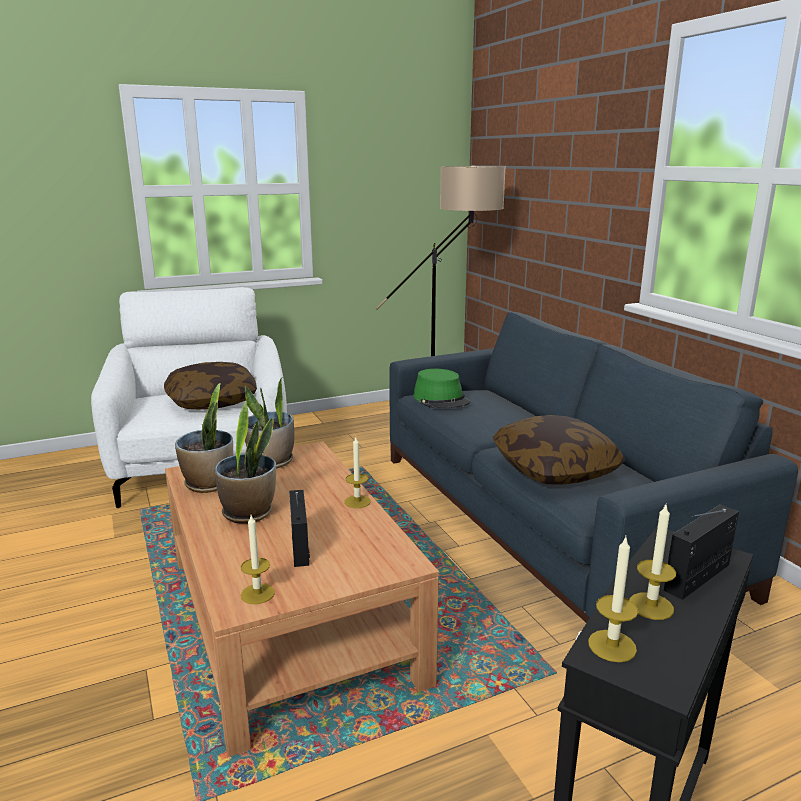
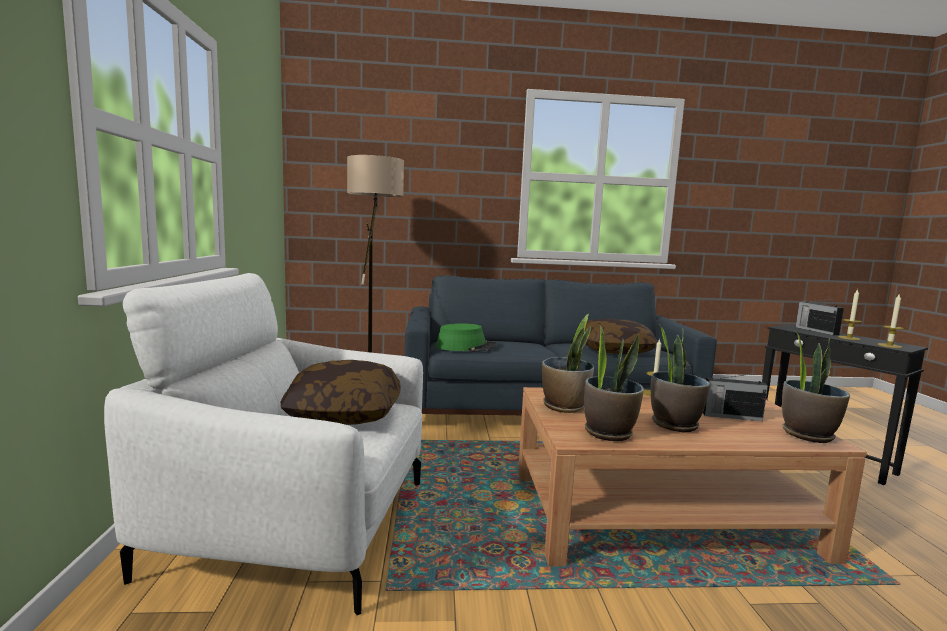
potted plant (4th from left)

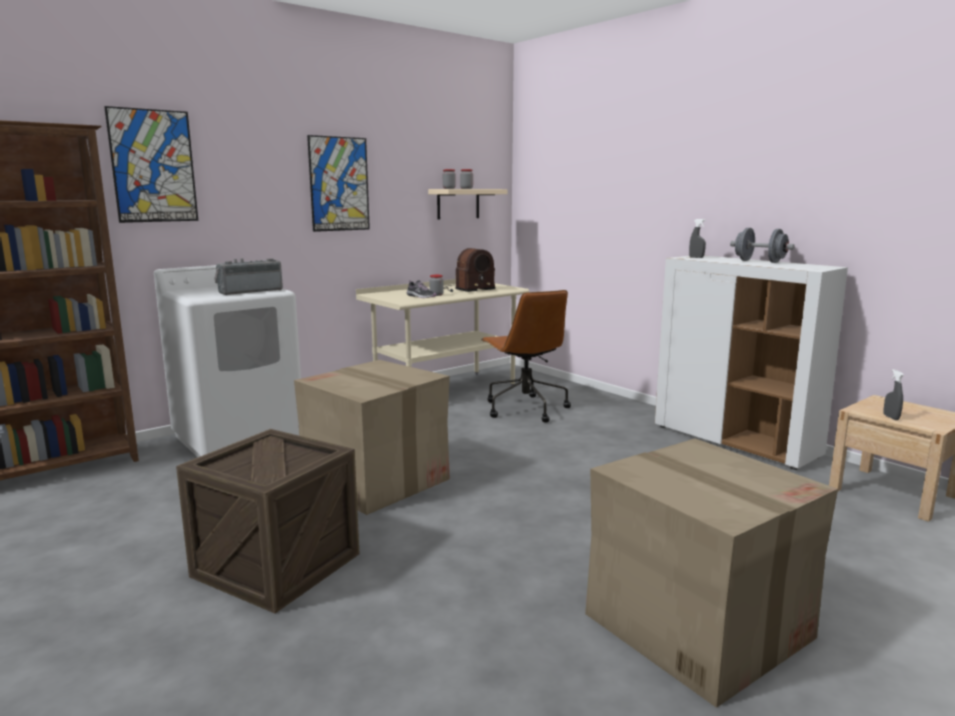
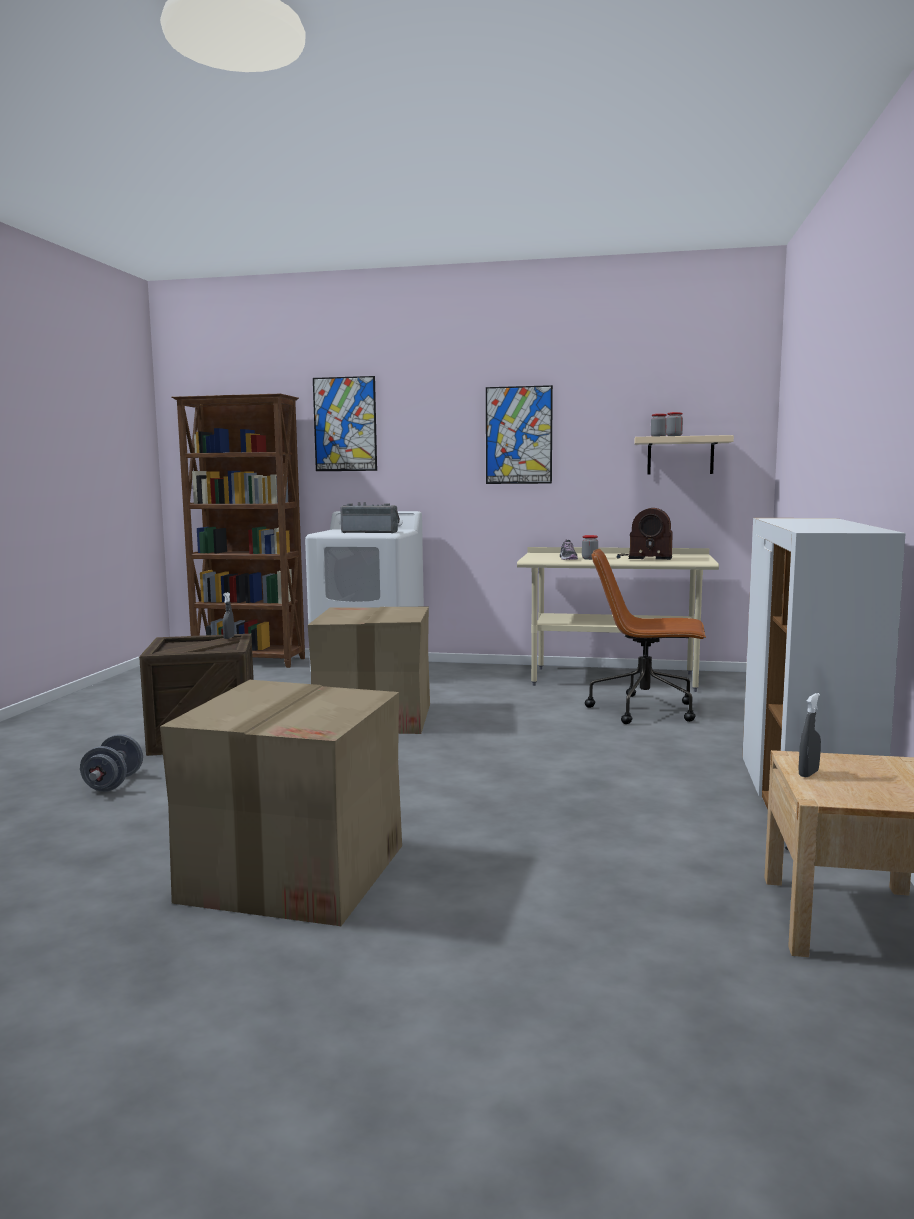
dumbbell in grey
spray bottle in grey (1st from left)
office chair in brown

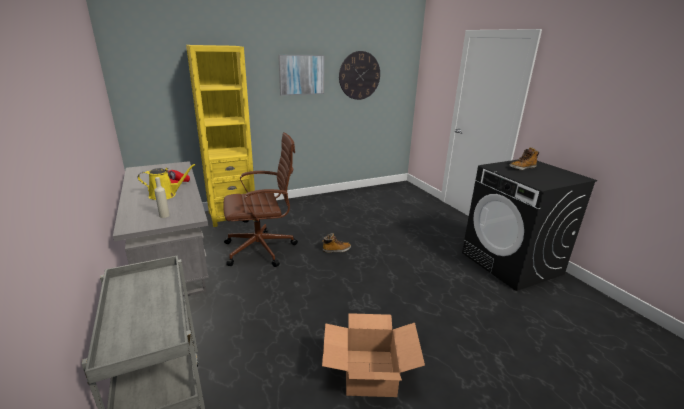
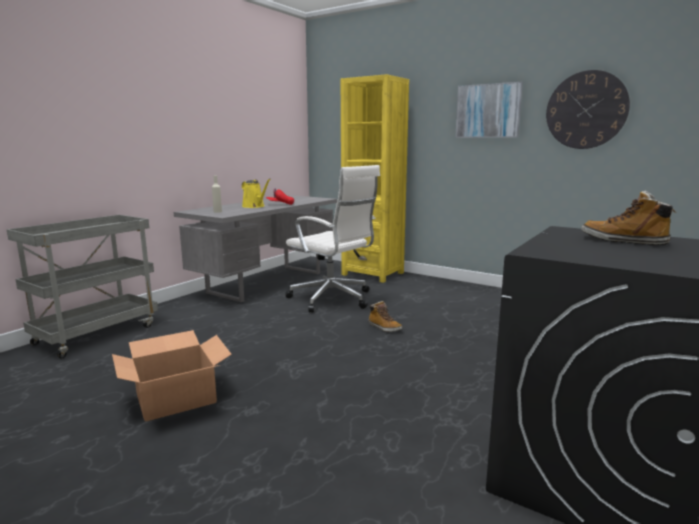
office chair in white

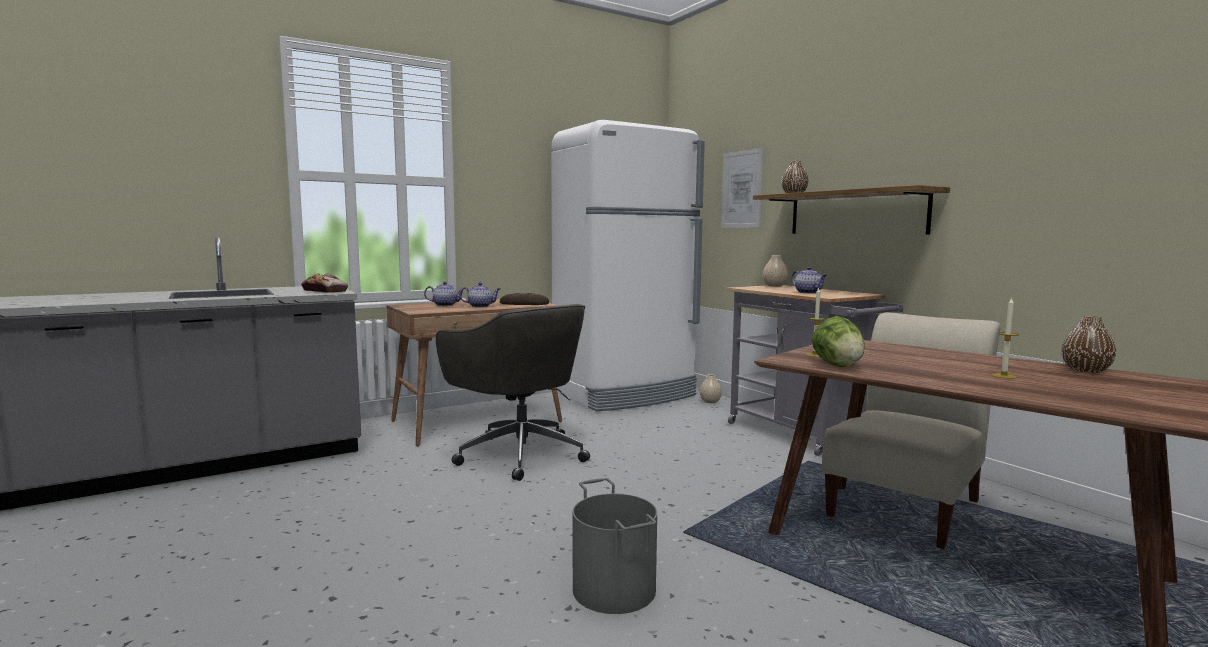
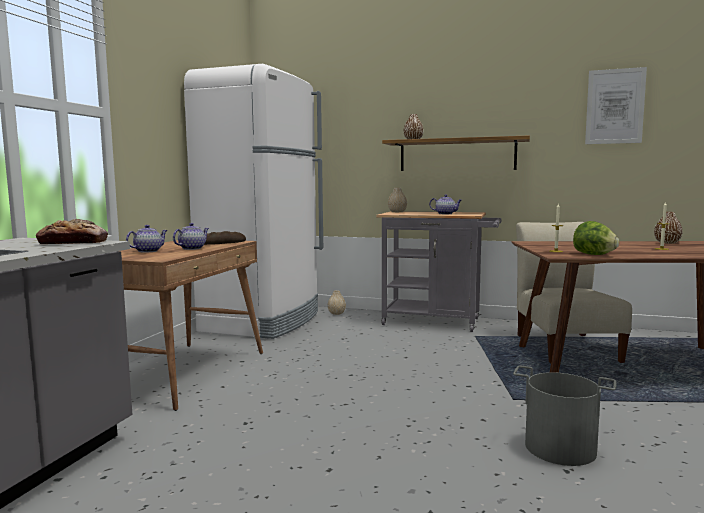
picture
office chair in grey

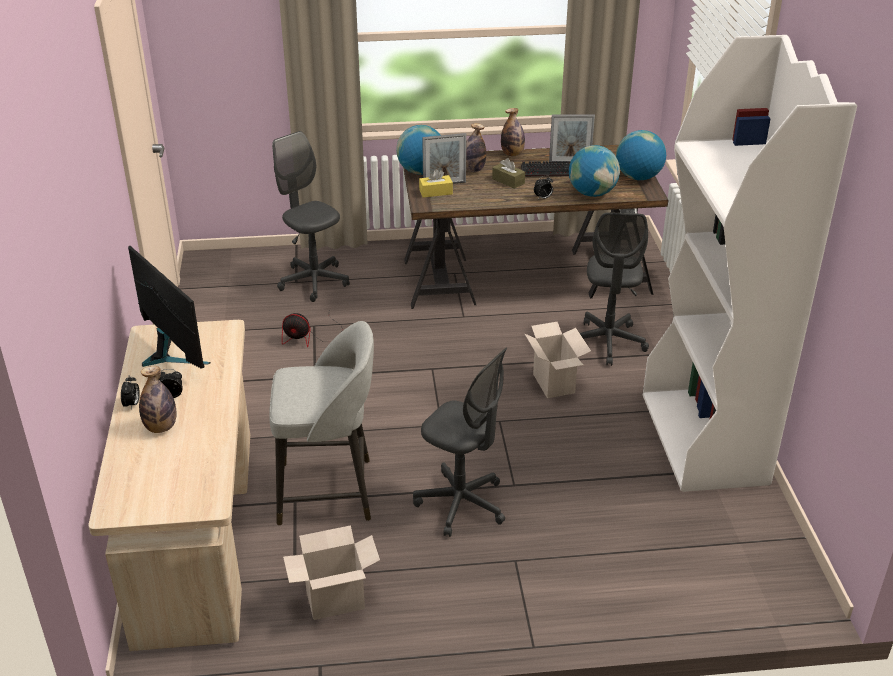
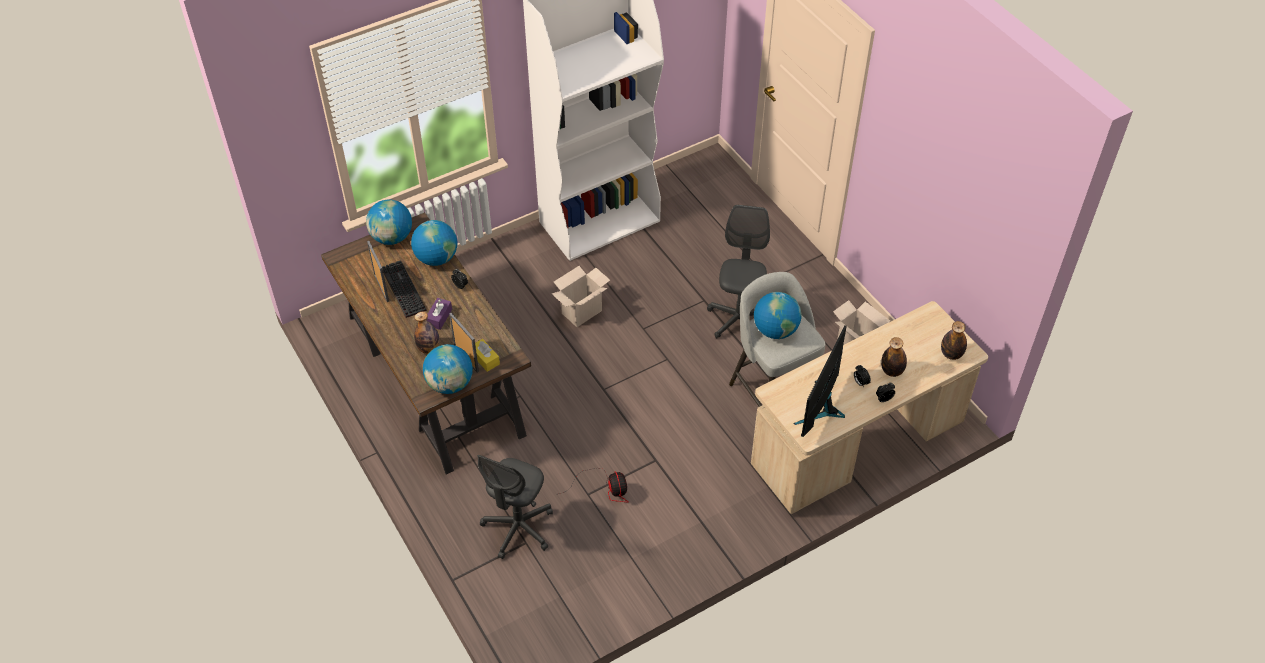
tissue box in purple
globe (4th from left)
bottle (3rd from left)
office chair in grey (3rd from left in the first image)

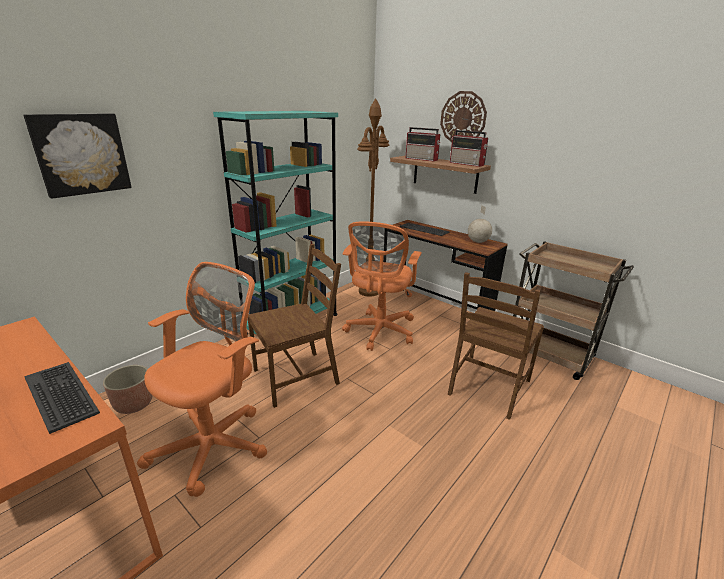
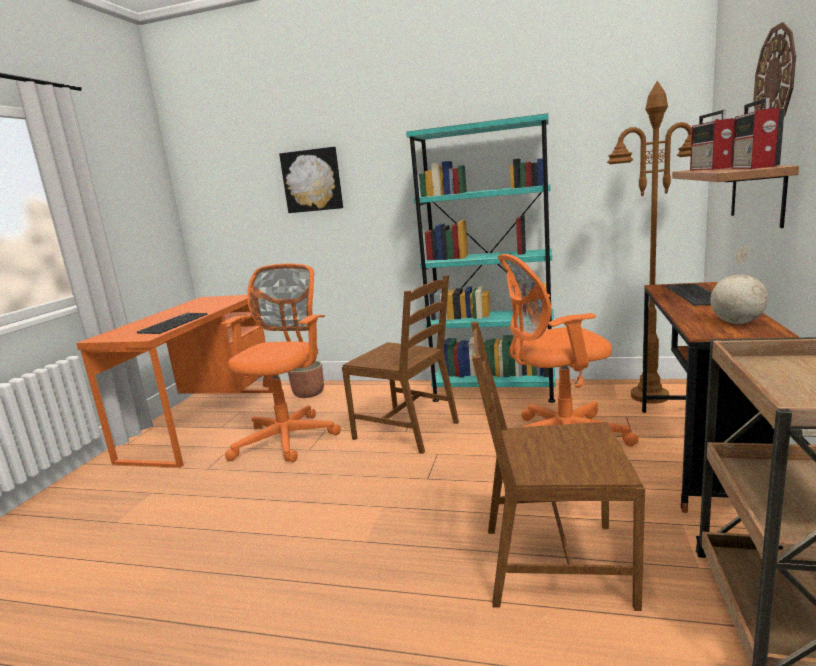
office chair in orange (1st from left)

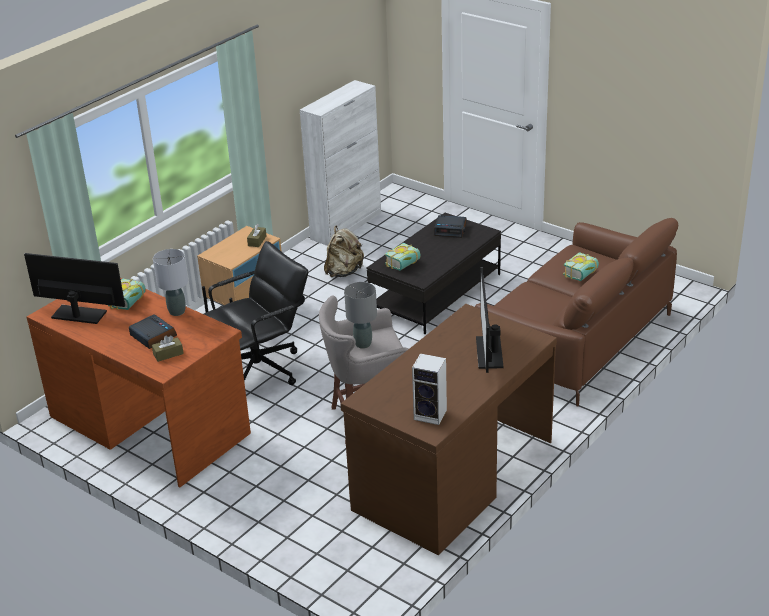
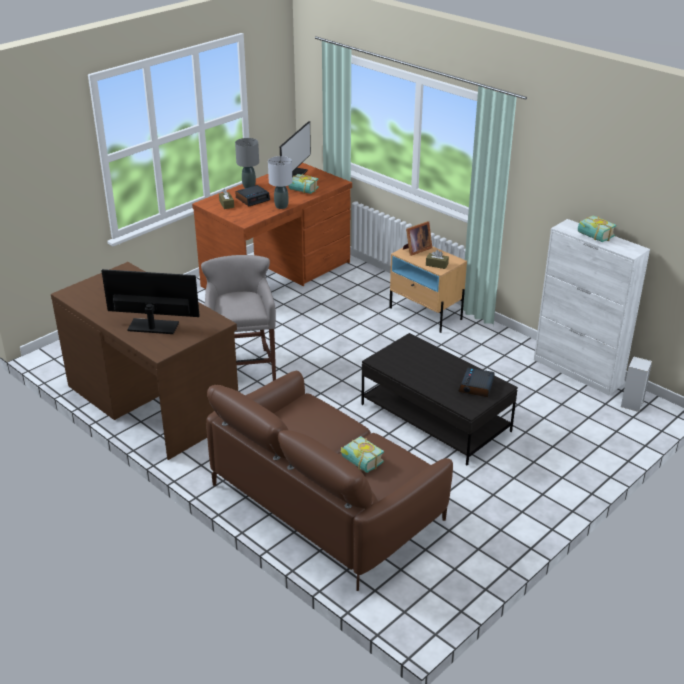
table lamp in grey (1st from left)
picture frame
book (3rd from left)
speaker
office chair in black
backpack in beige

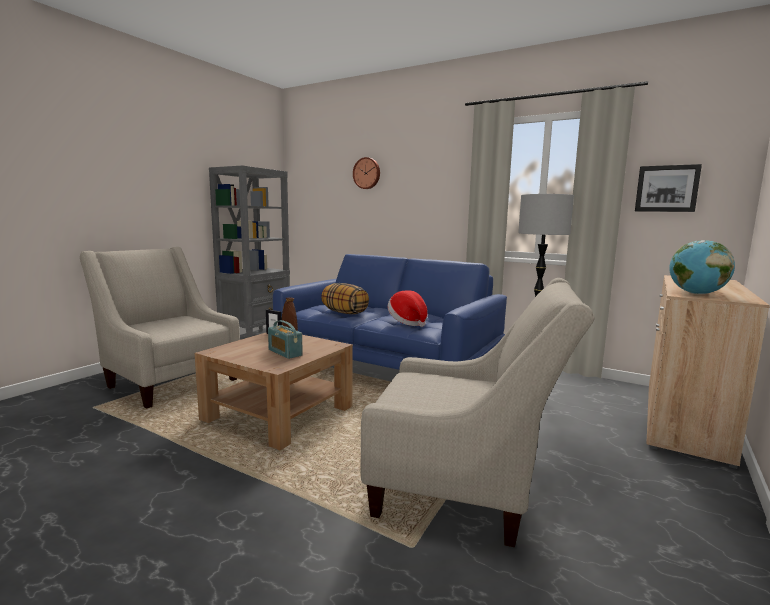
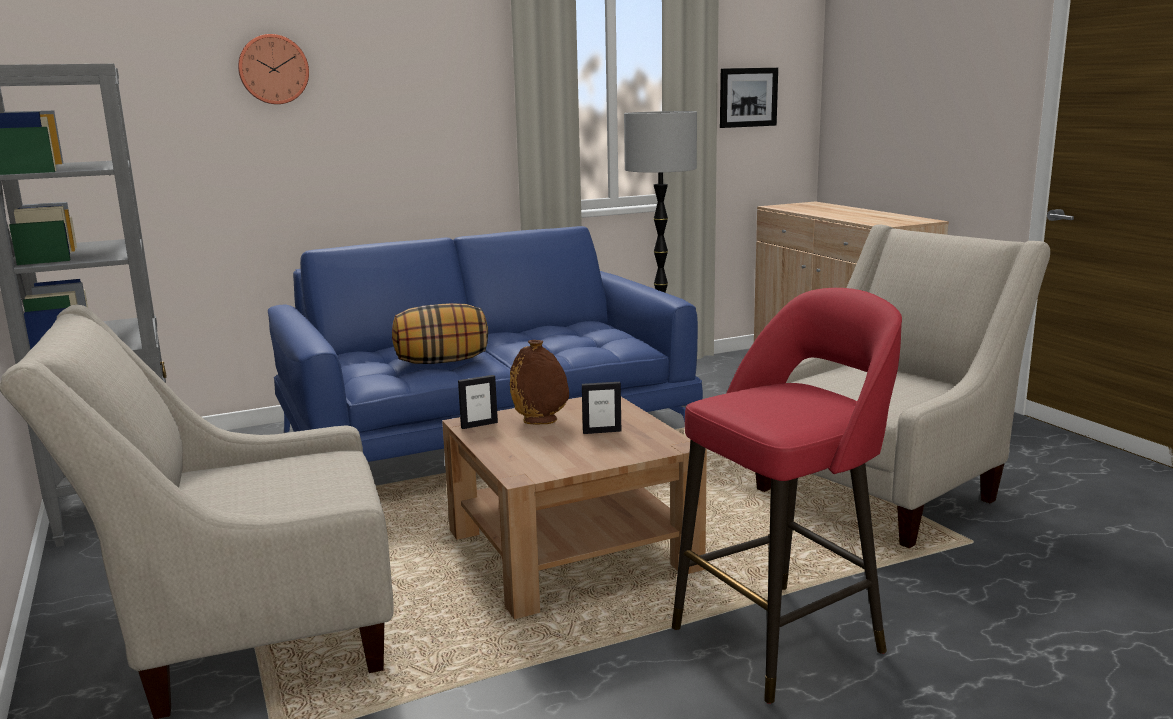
picture frame (2nd from left)
stool in red
hat
globe

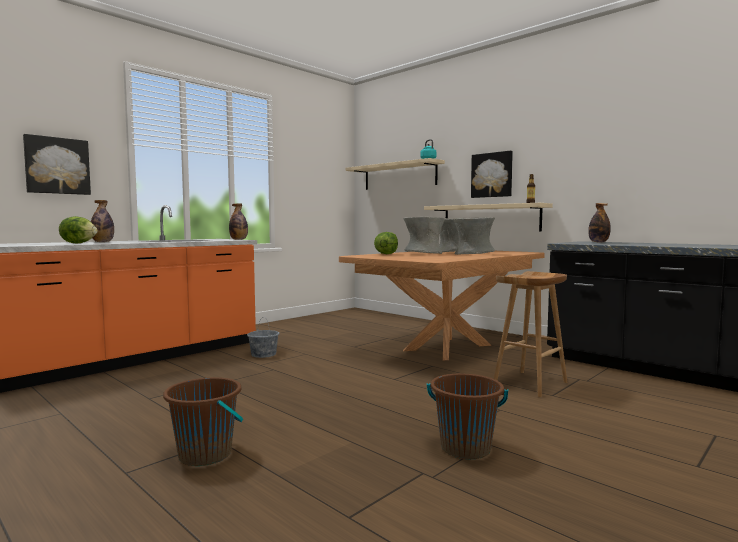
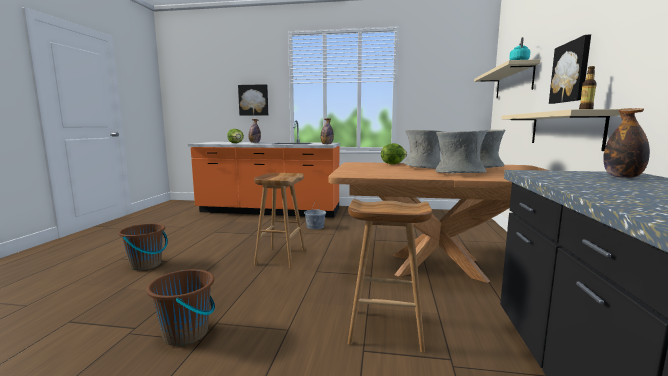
stool in brown (1st from left)

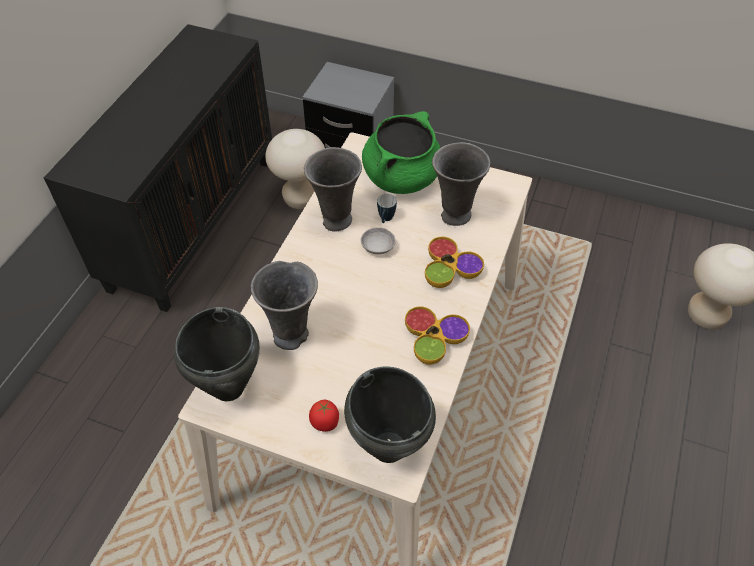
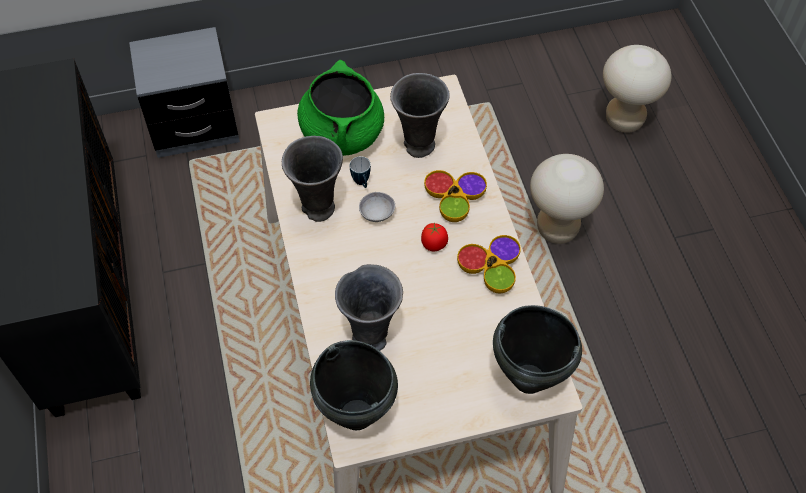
tomato
stool in beige (1st from left)

